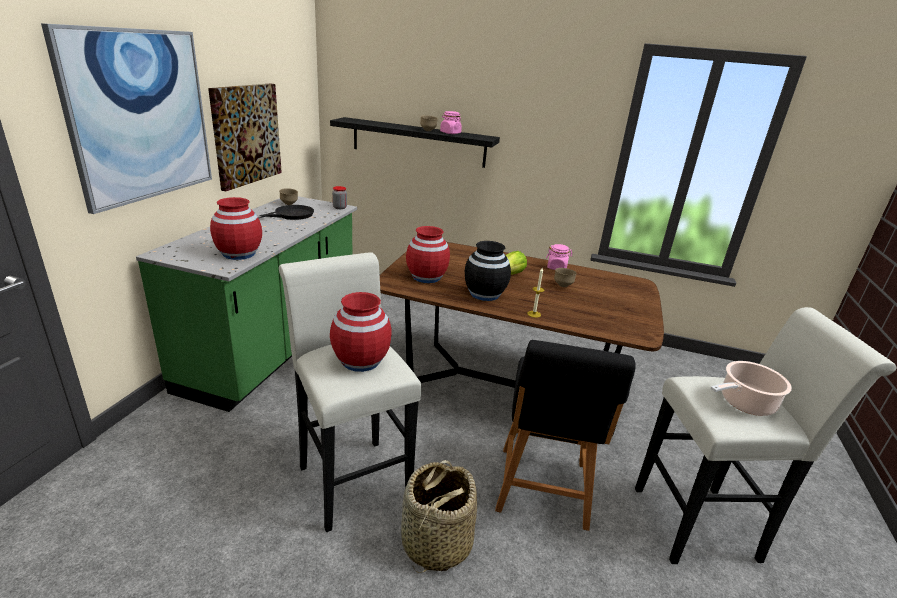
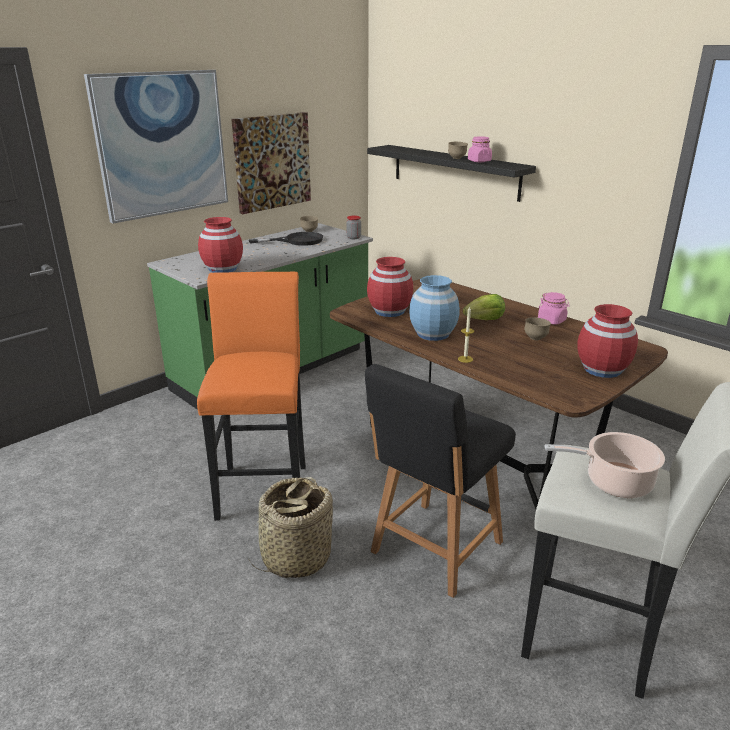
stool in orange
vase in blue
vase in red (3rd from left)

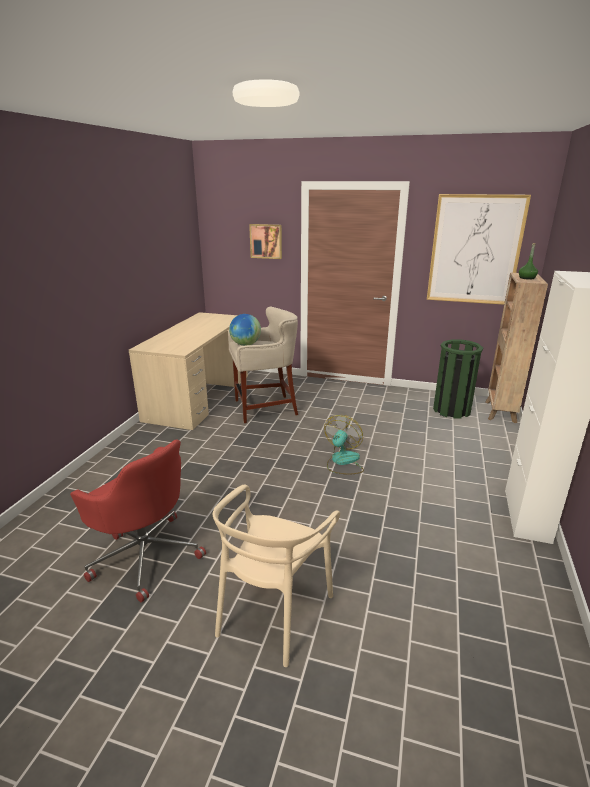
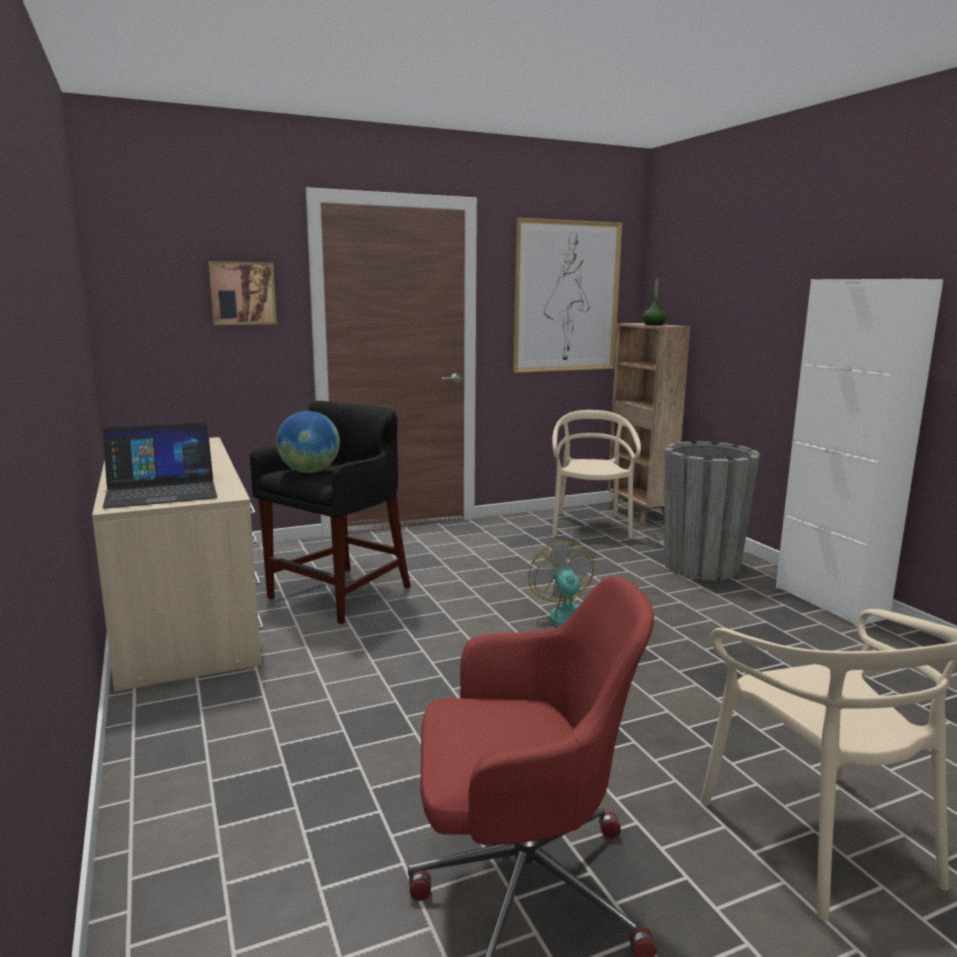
laptop
stool in black
chair in beige (1st from left)
planter in grey

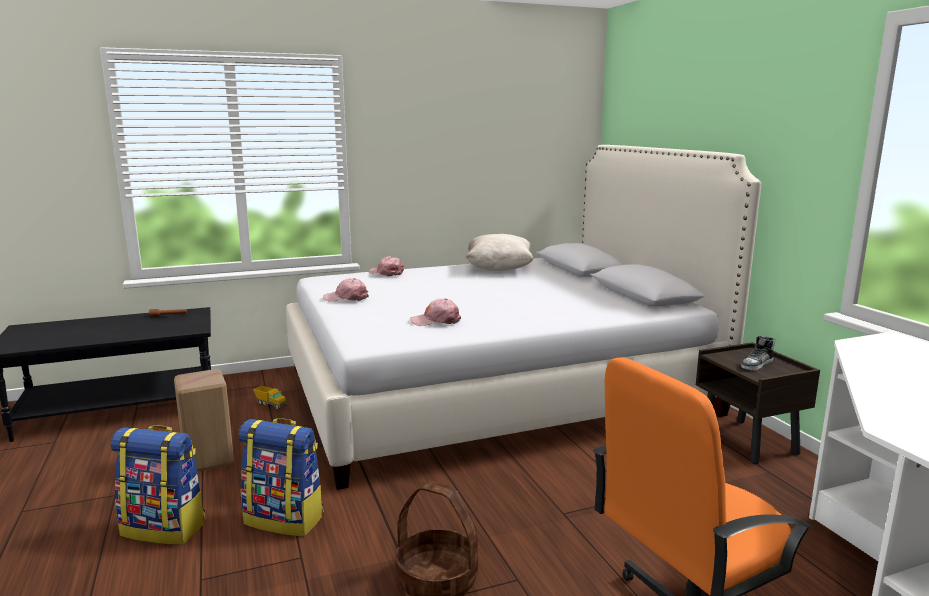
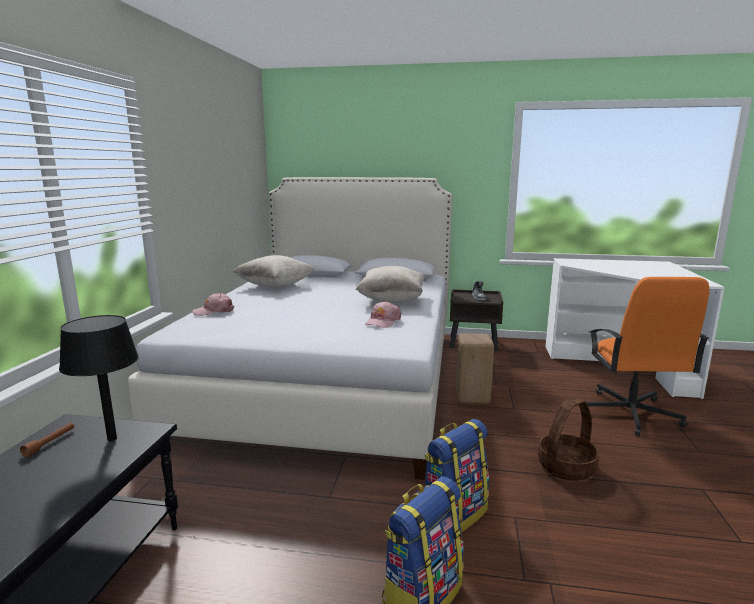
table lamp in black
pillow in beige (2nd from left)
stool in beige
toy truck
cap in pink (1st from left in the first image)

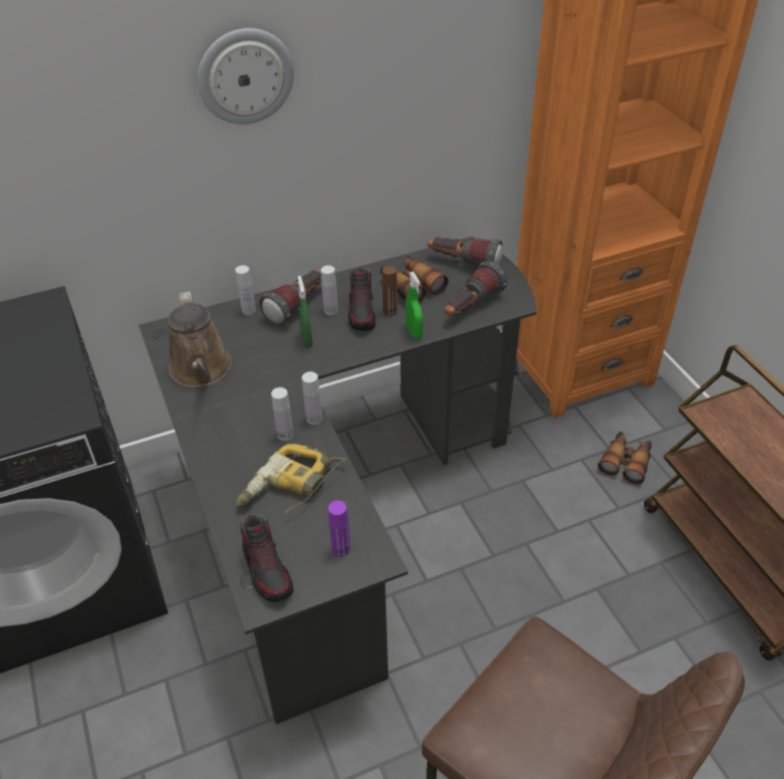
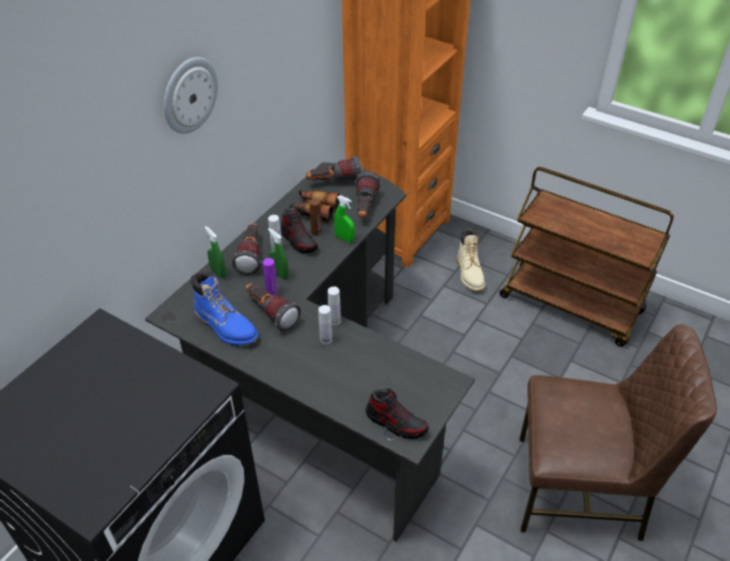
boot in blue
spray bottle in green (1st from left)
flashlight (2nd from left)
bottle in purple
boot in beige
power drill

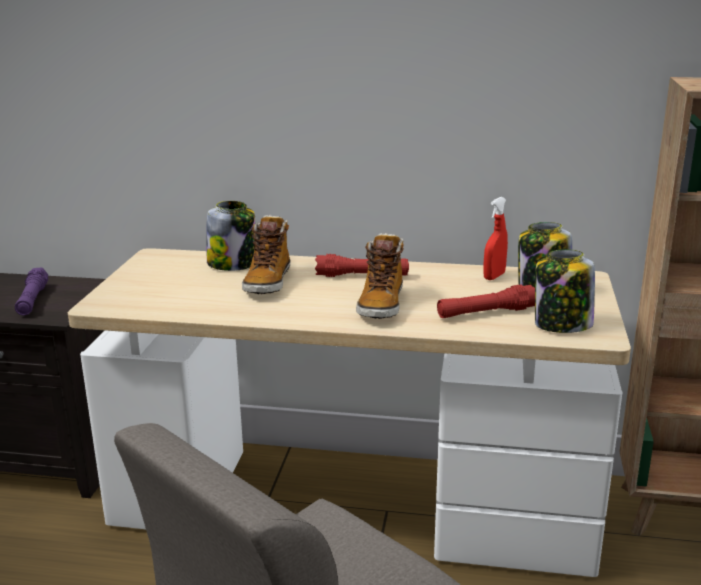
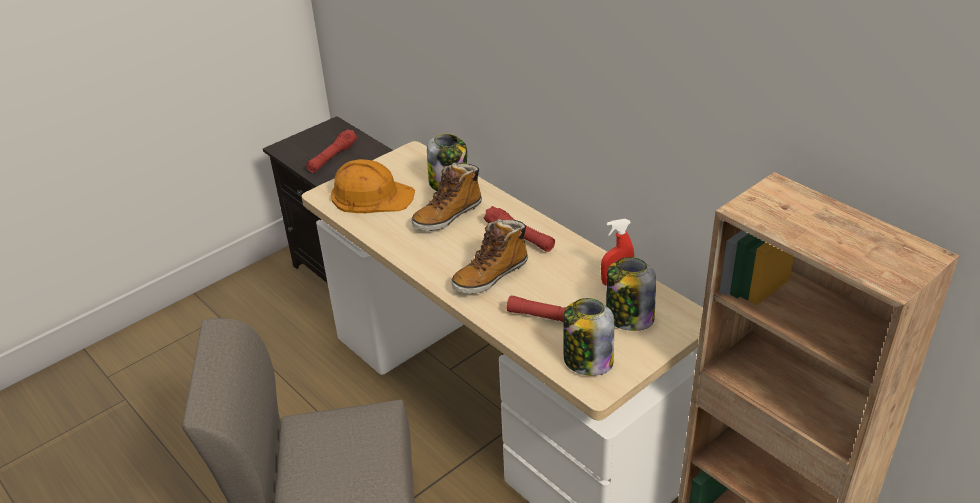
flashlight in red (1st from left)
hard hat in orange

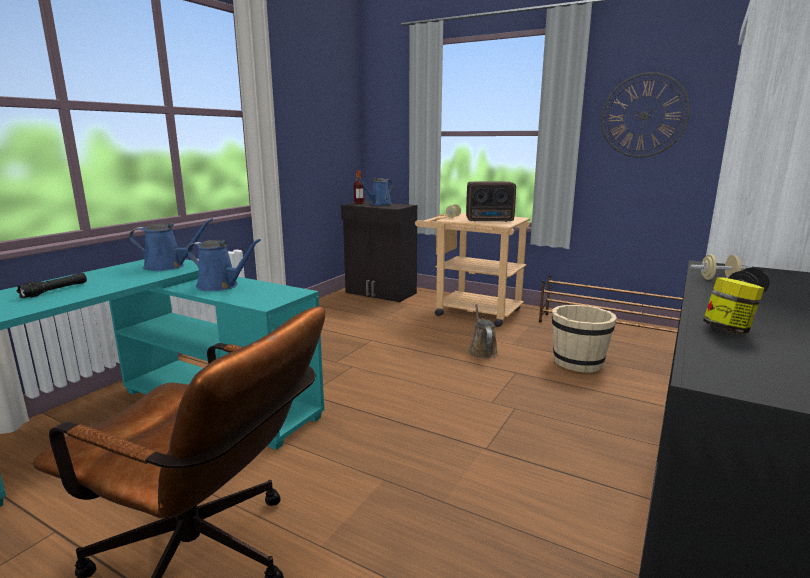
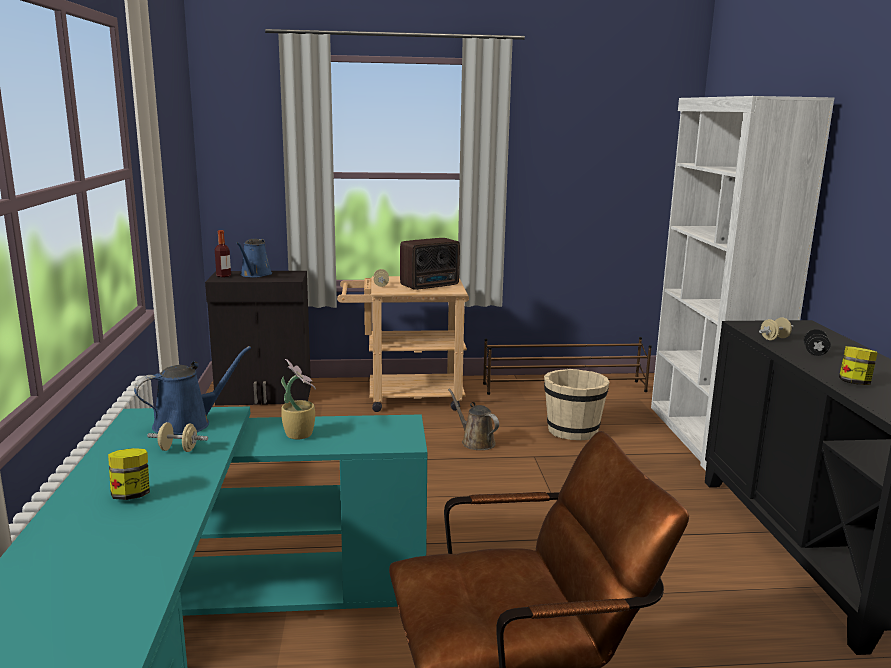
jar (1st from left)
dumbbell in beige (1st from left)
potted plant
wall clock

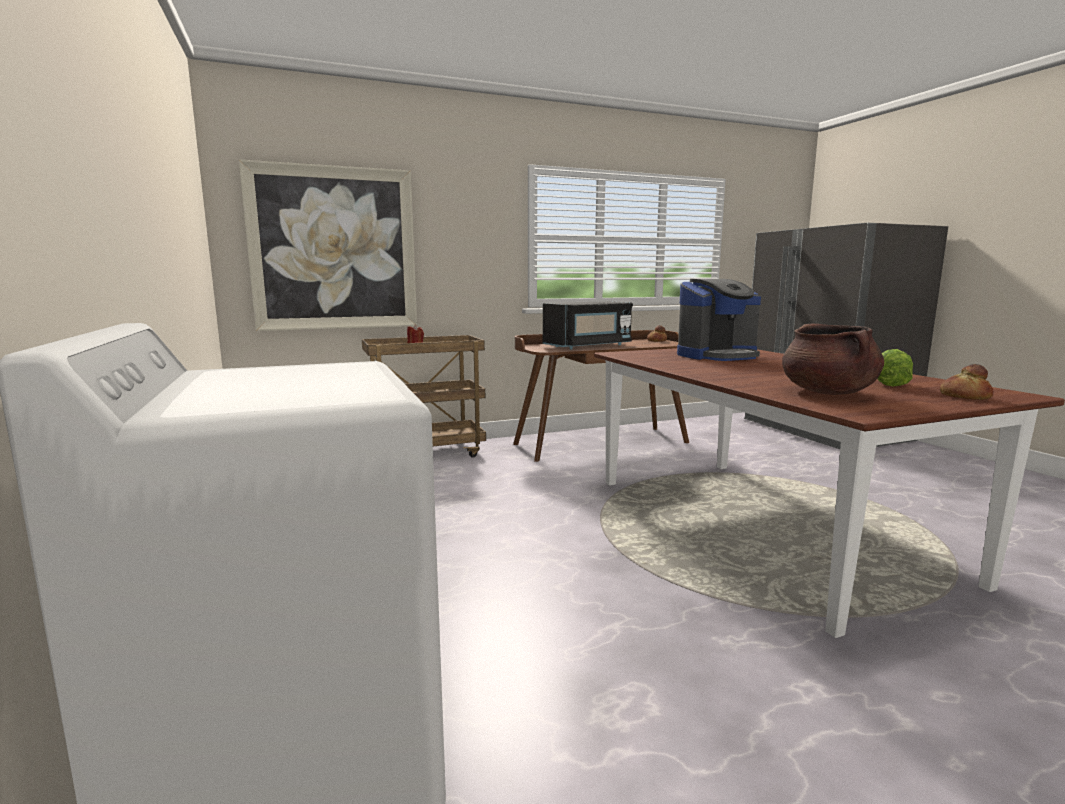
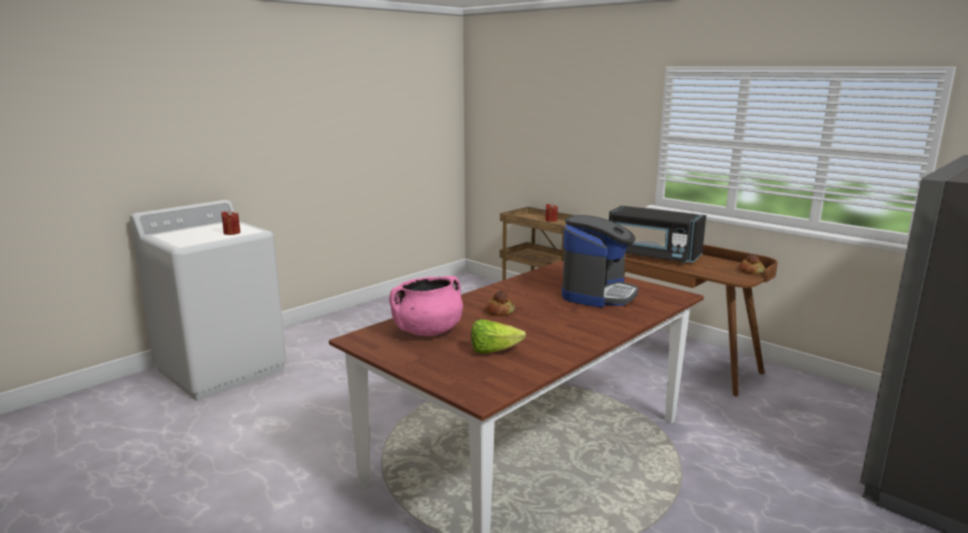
candle in red (1st from left)
cooking pot in pink
bread (1st from left)
coffee machine
picture

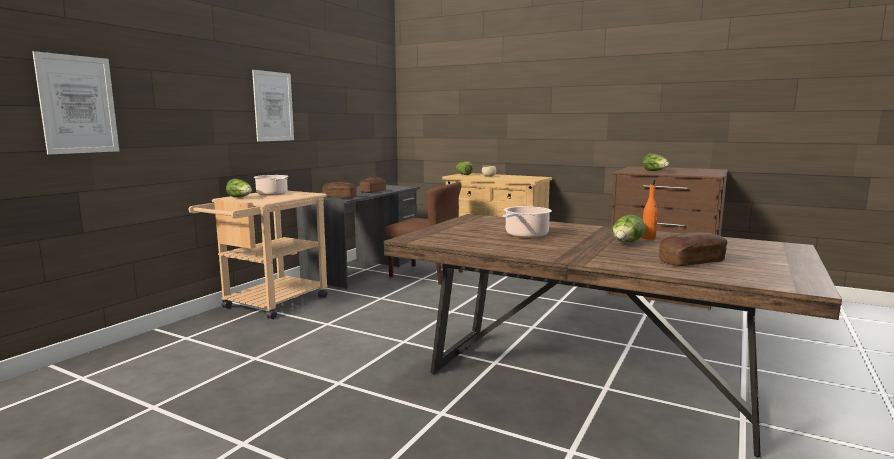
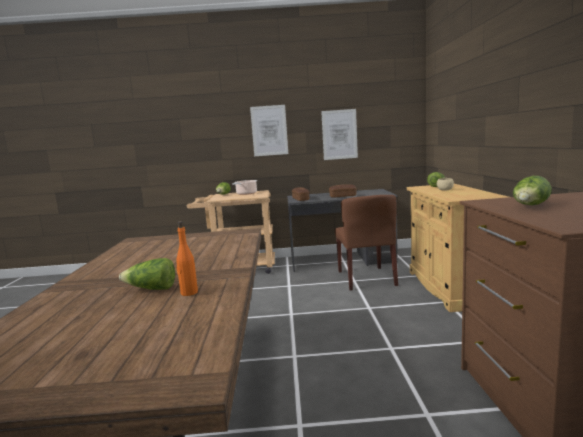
picture (2nd from left)
cooking pot (2nd from left in the first image)
bread (3rd from left in the first image)

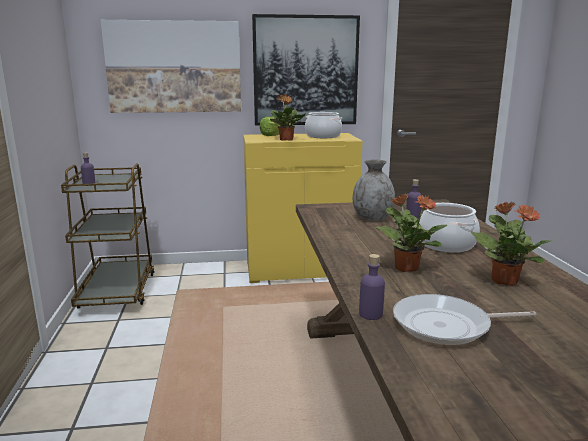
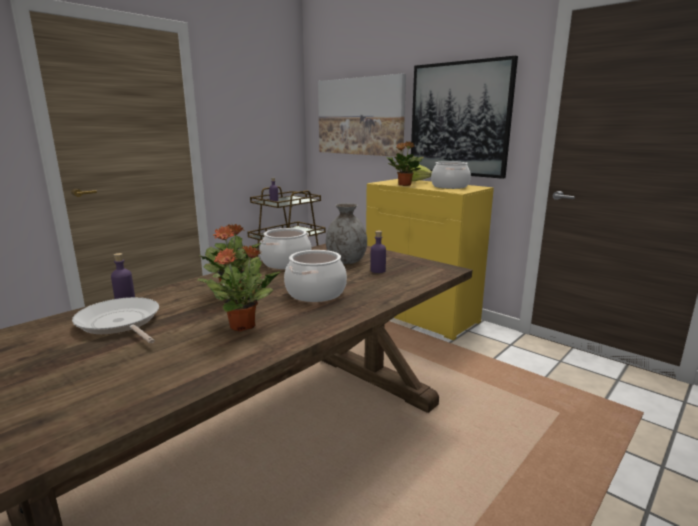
cooking pot (1st from left)

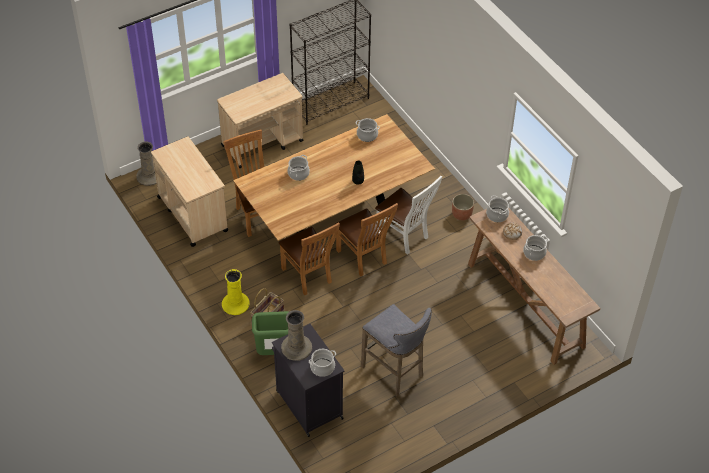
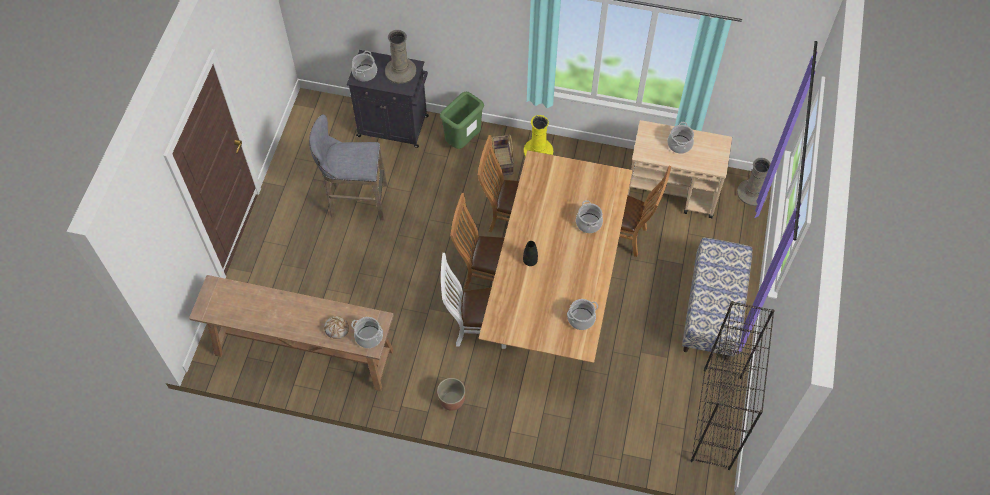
cooking pot (5th from left)
bench

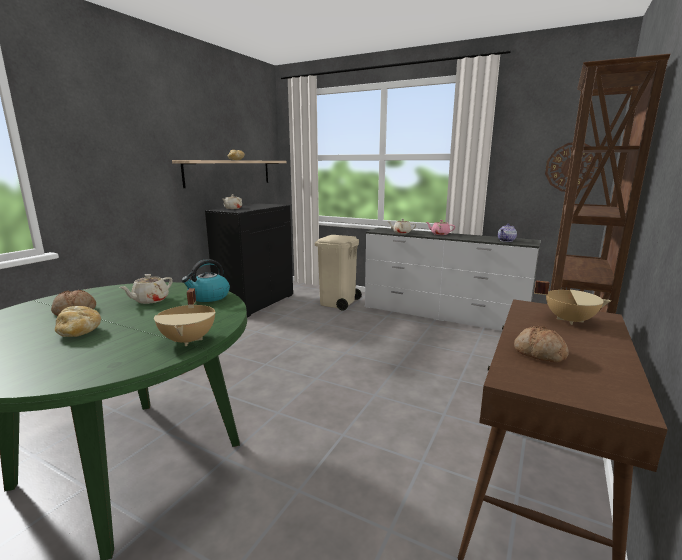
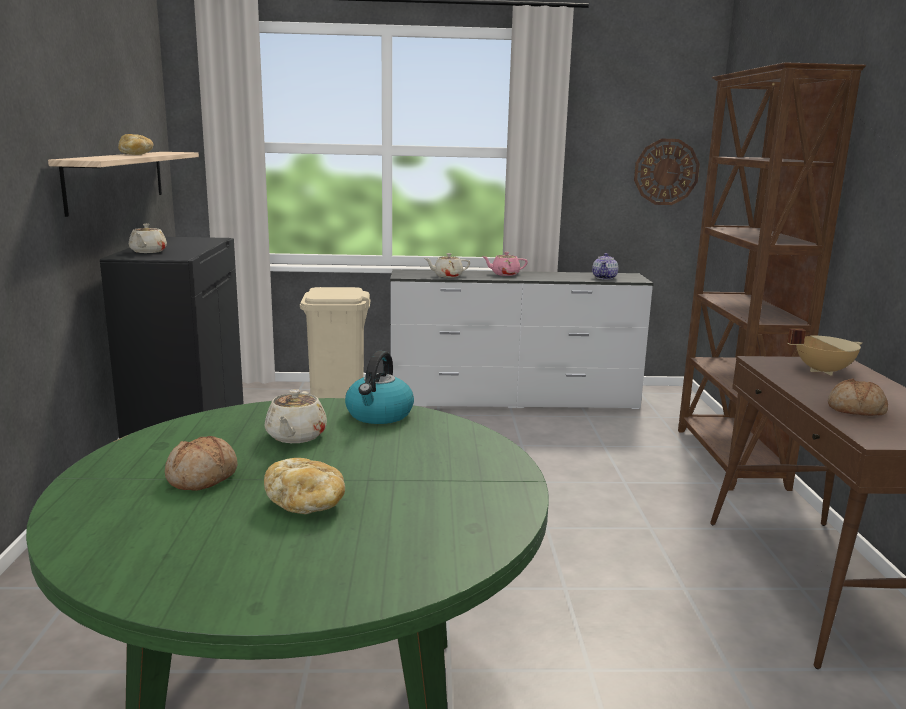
cooking pot in beige (1st from left in the first image)

